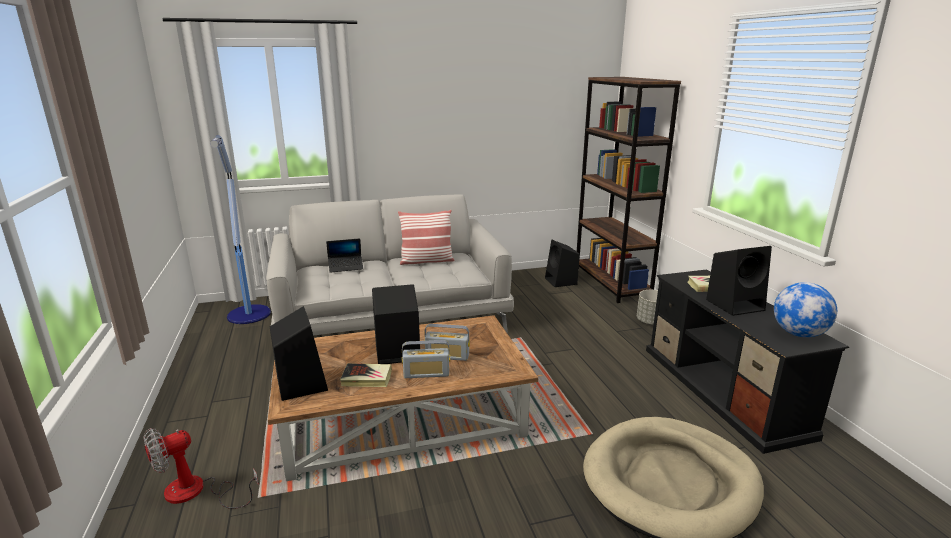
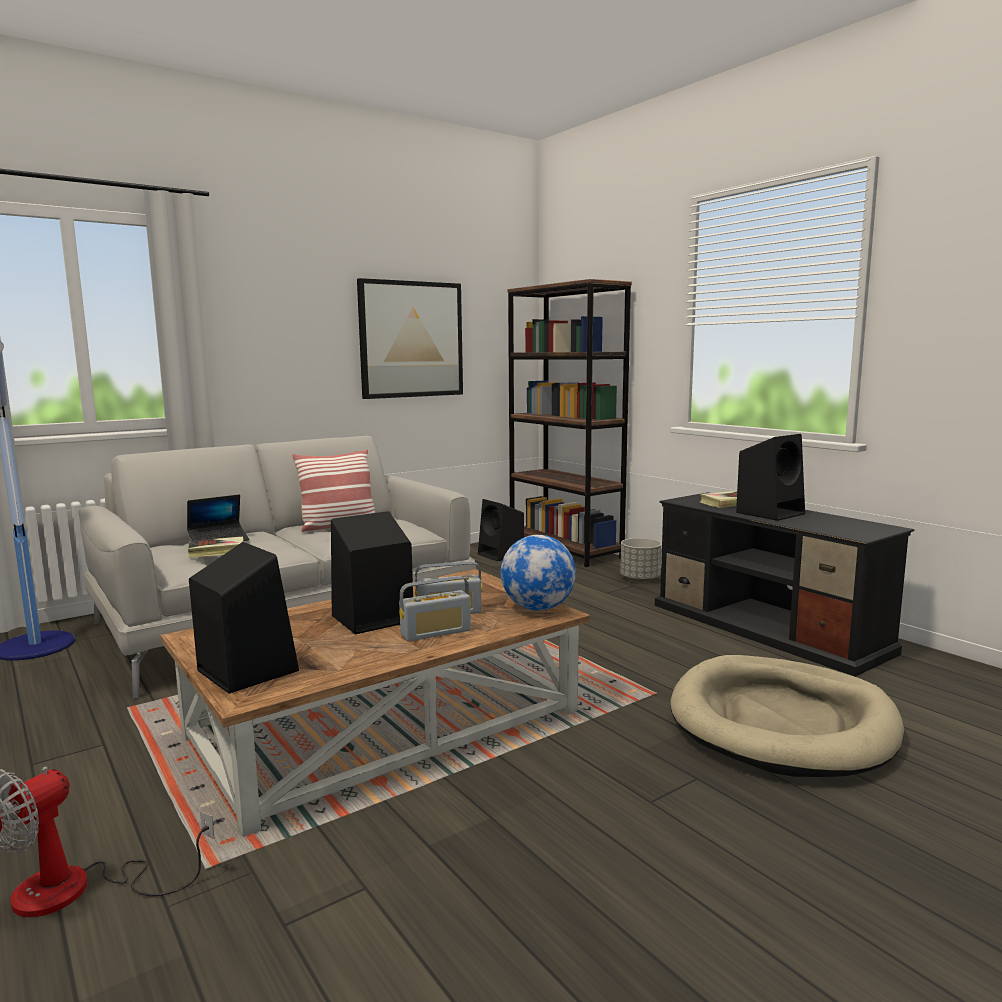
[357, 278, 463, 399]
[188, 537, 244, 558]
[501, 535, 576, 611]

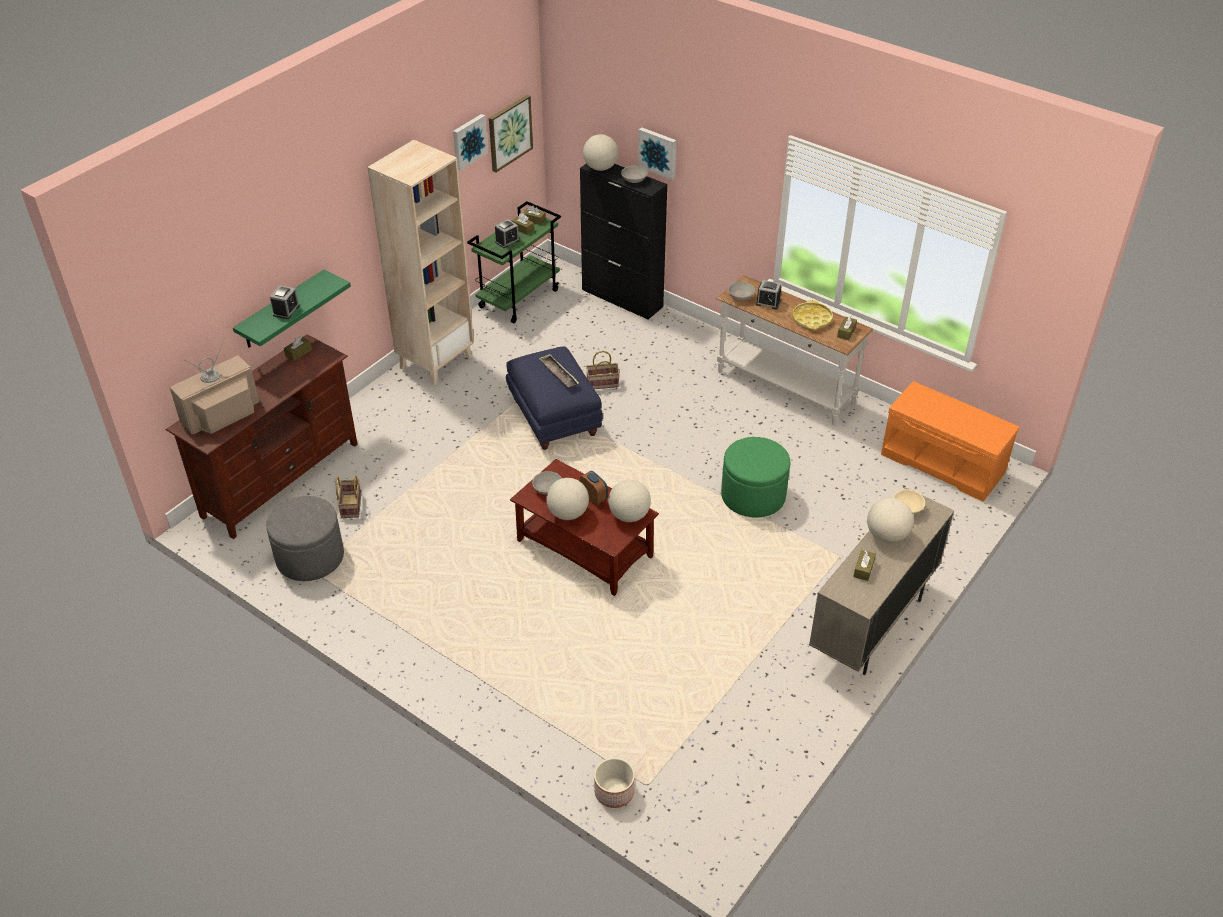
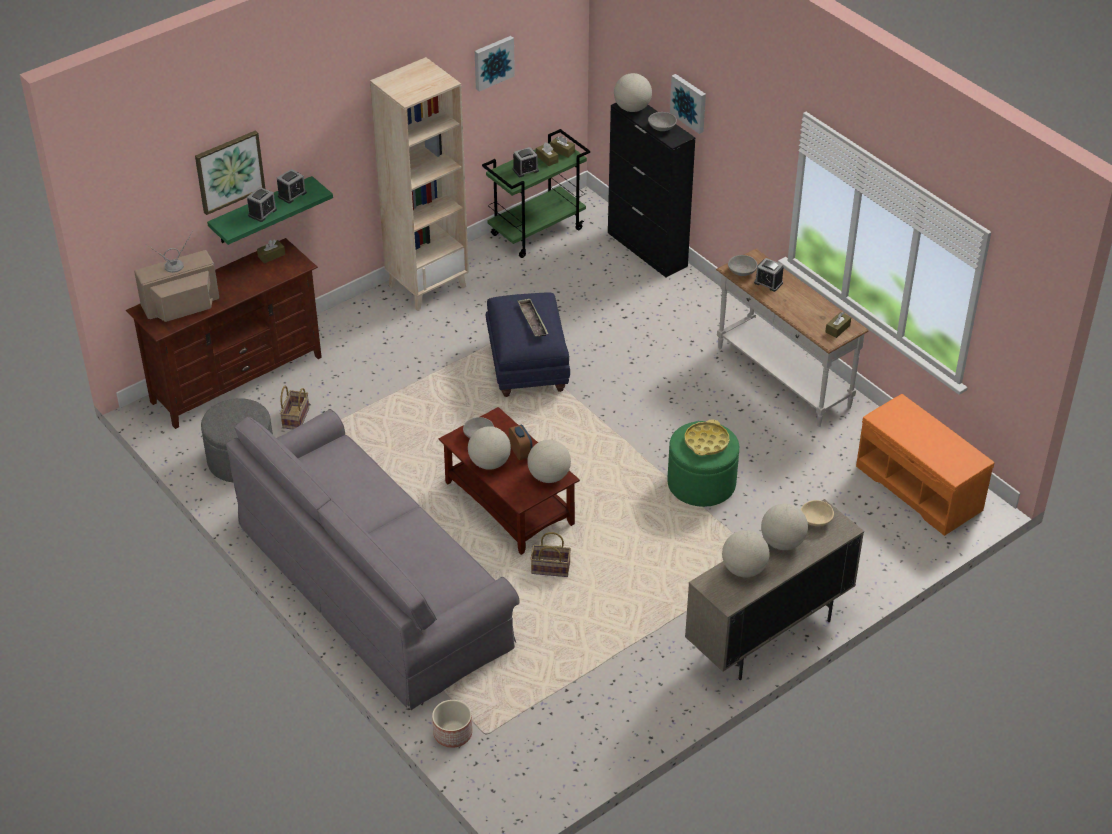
[226, 409, 520, 710]
[277, 169, 307, 203]
[195, 130, 265, 215]
[530, 532, 571, 577]
[685, 419, 729, 456]
[722, 530, 770, 577]

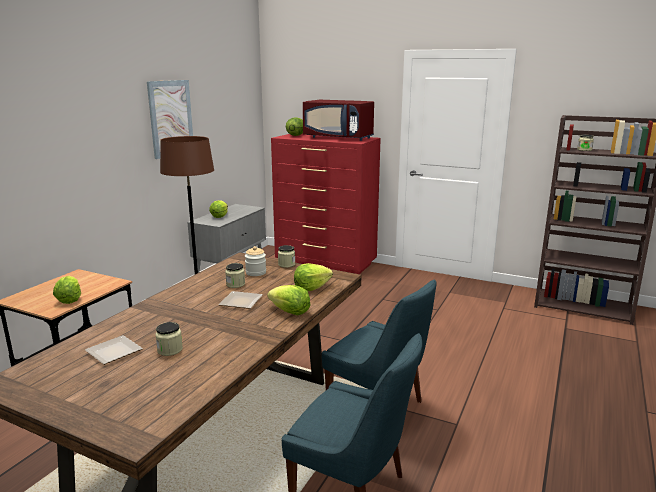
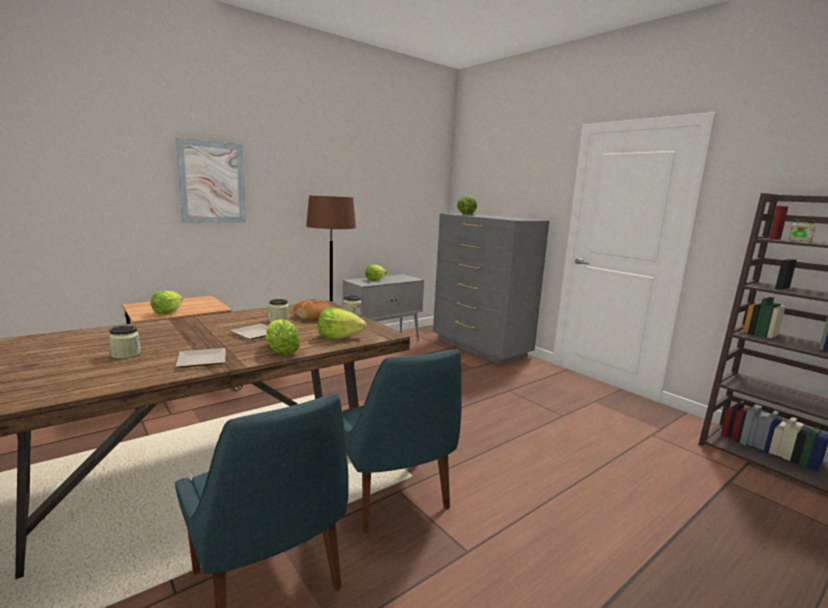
[303, 100, 374, 141] (first image)
[176, 348, 226, 367]
[175, 138, 246, 223]
[293, 299, 331, 320]
[433, 213, 549, 365]

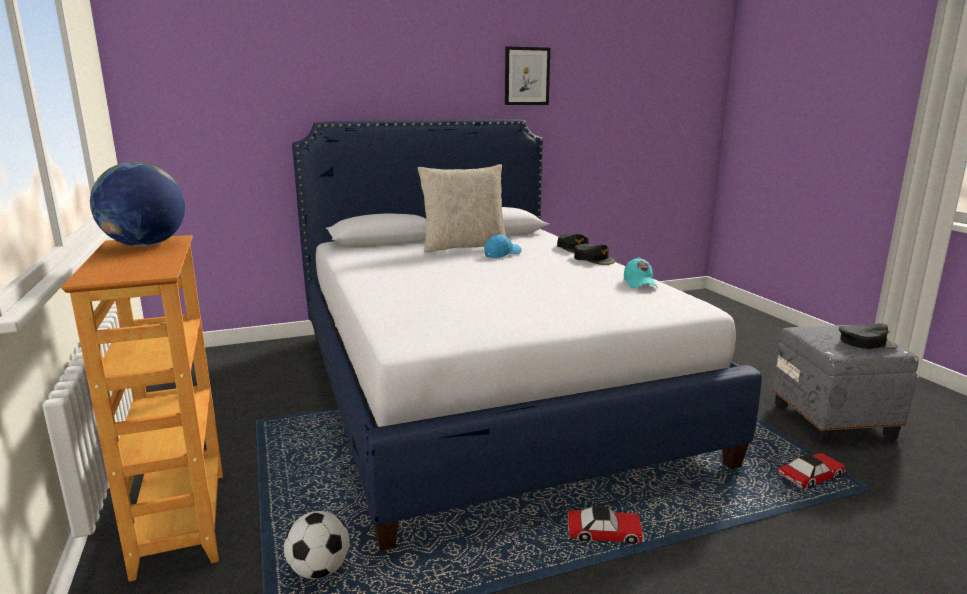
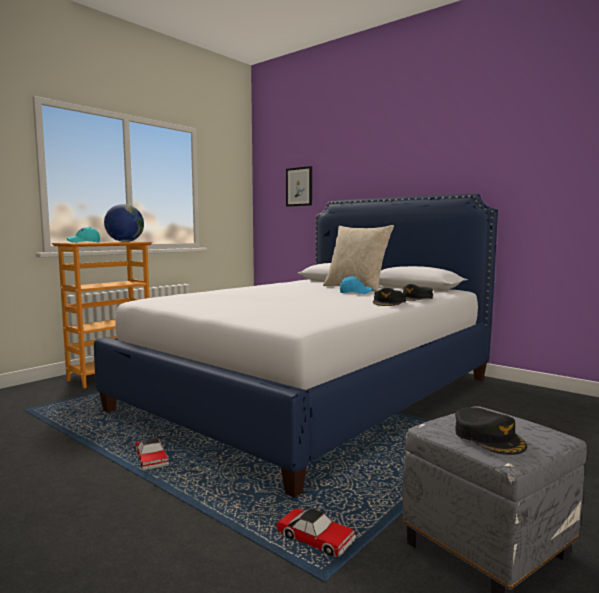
[284, 511, 350, 579] (first image)
[286, 166, 312, 207]
[67, 227, 100, 243]

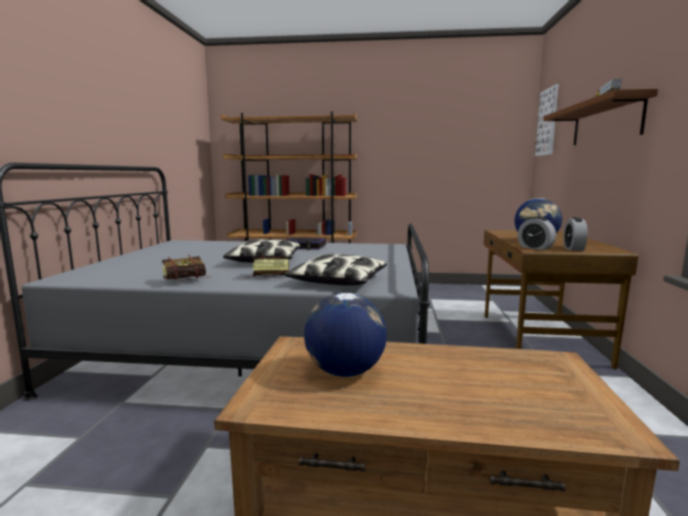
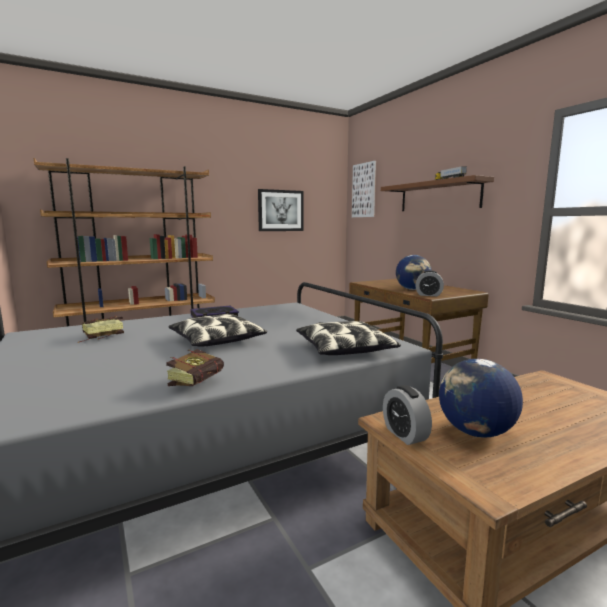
[258, 189, 304, 231]
[77, 316, 124, 343]
[383, 385, 432, 445]

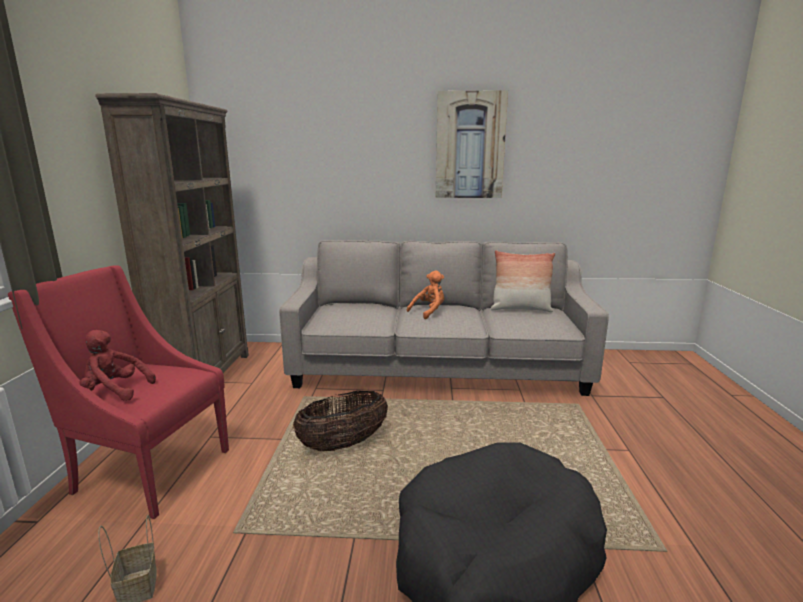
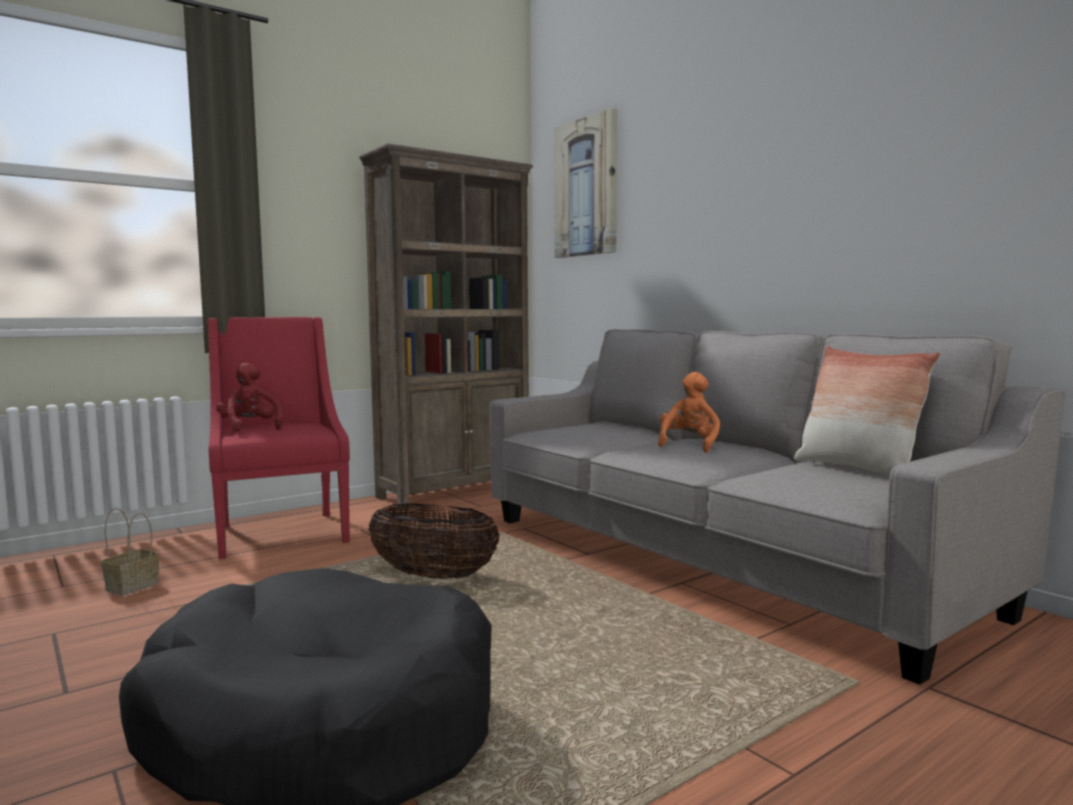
[554, 108, 617, 258]
[658, 372, 720, 453]

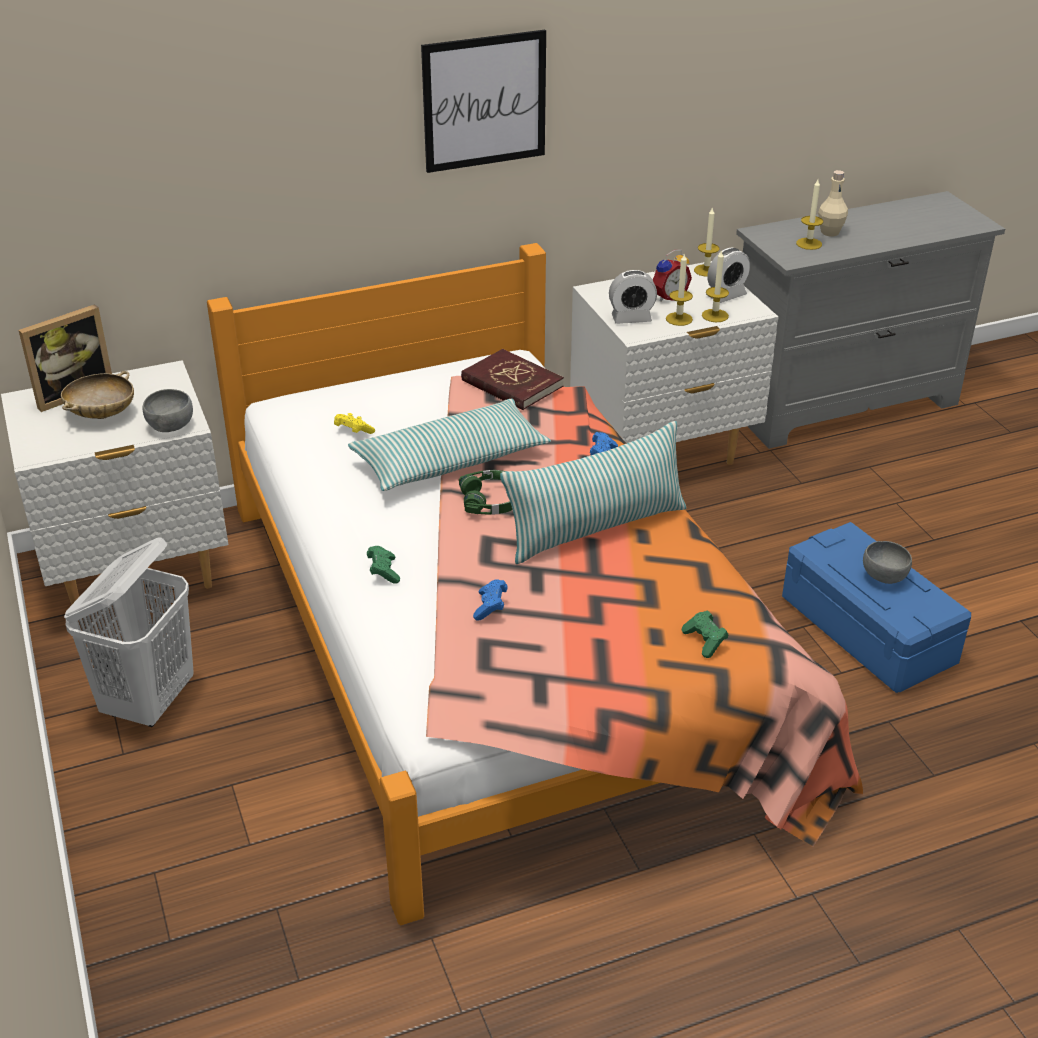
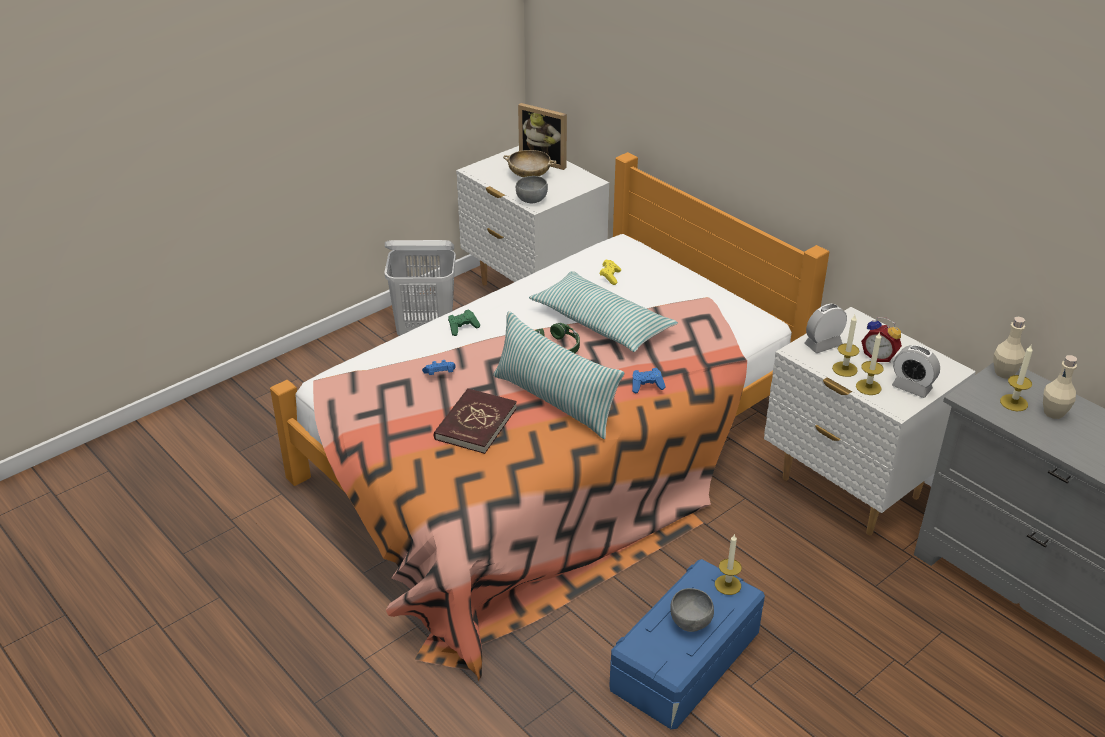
[421, 30, 546, 173] (first image)
[682, 611, 728, 658] (first image)
[993, 317, 1025, 379]
[434, 388, 517, 454]
[715, 534, 742, 595]
[805, 303, 847, 353]

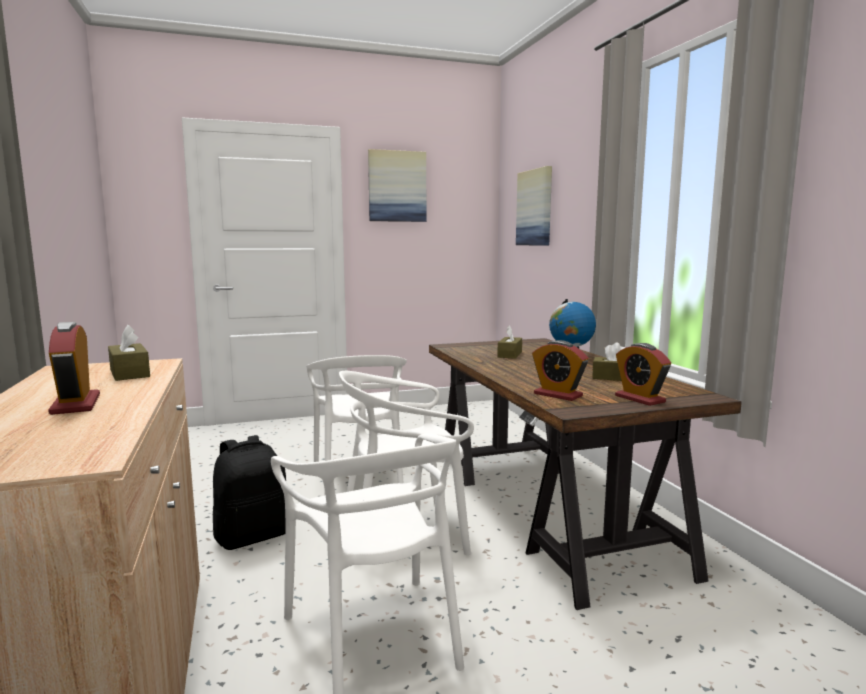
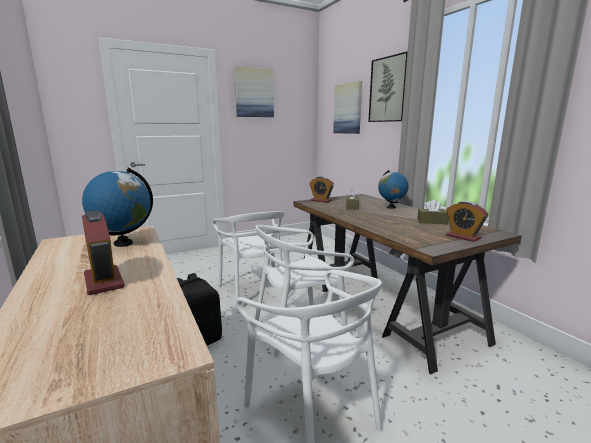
[368, 51, 408, 122]
[309, 176, 334, 203]
[82, 168, 153, 247]

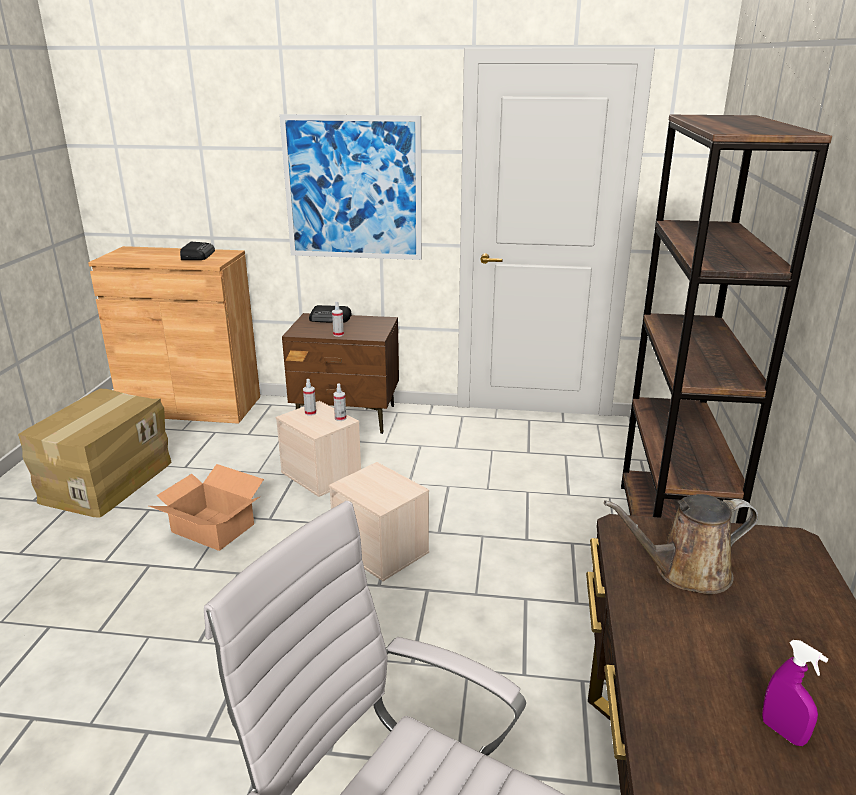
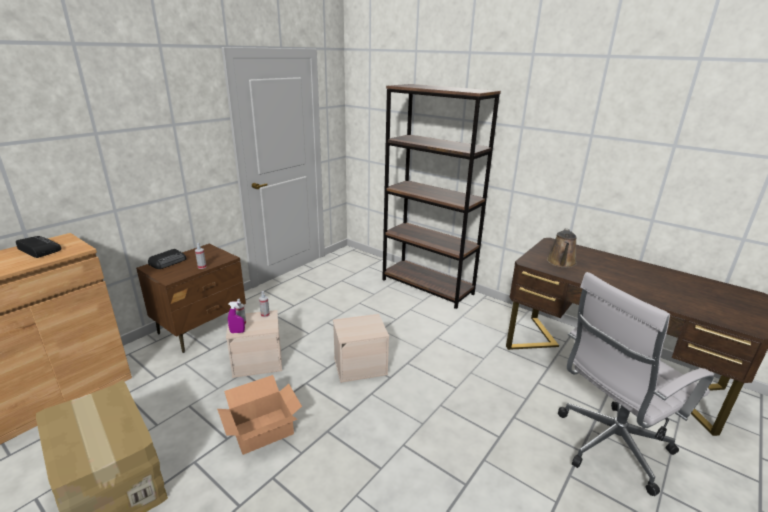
[279, 114, 422, 260] (first image)
[228, 301, 245, 333]

